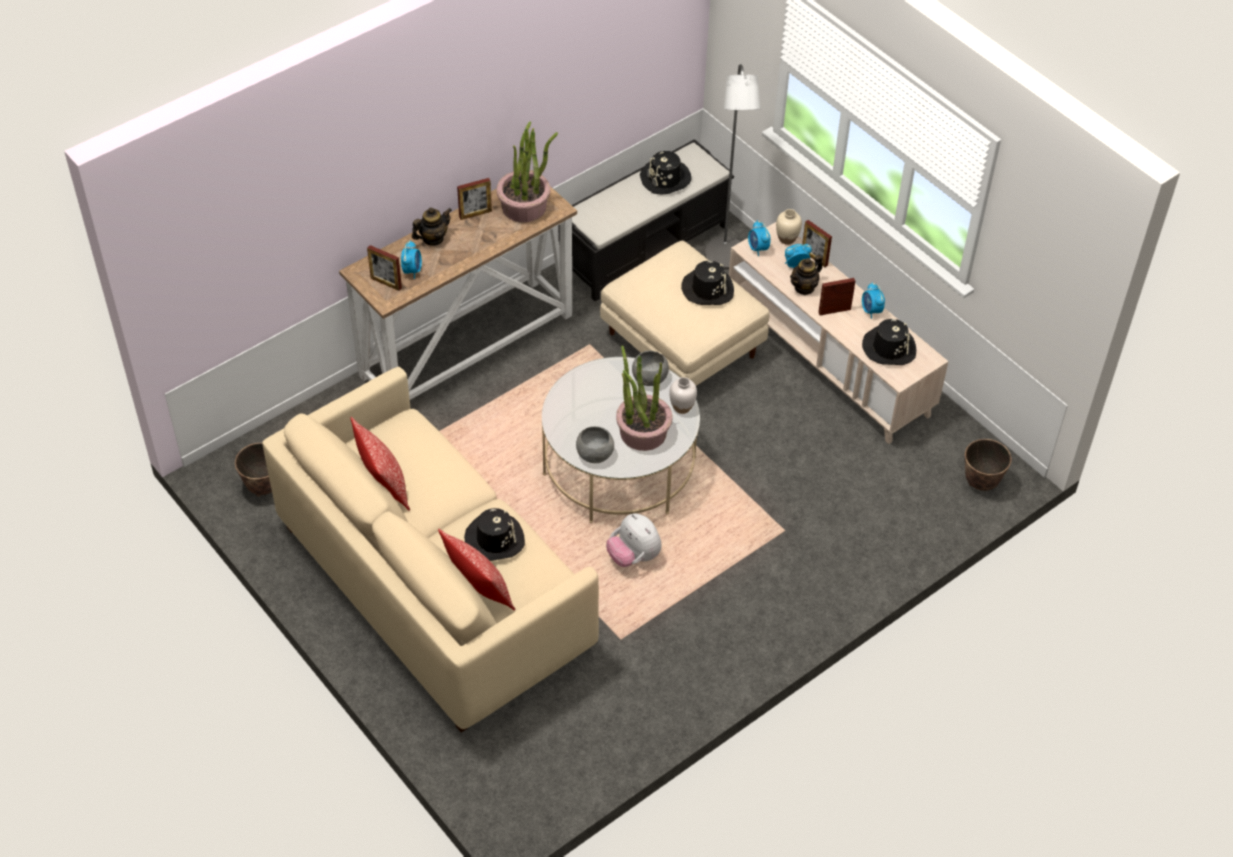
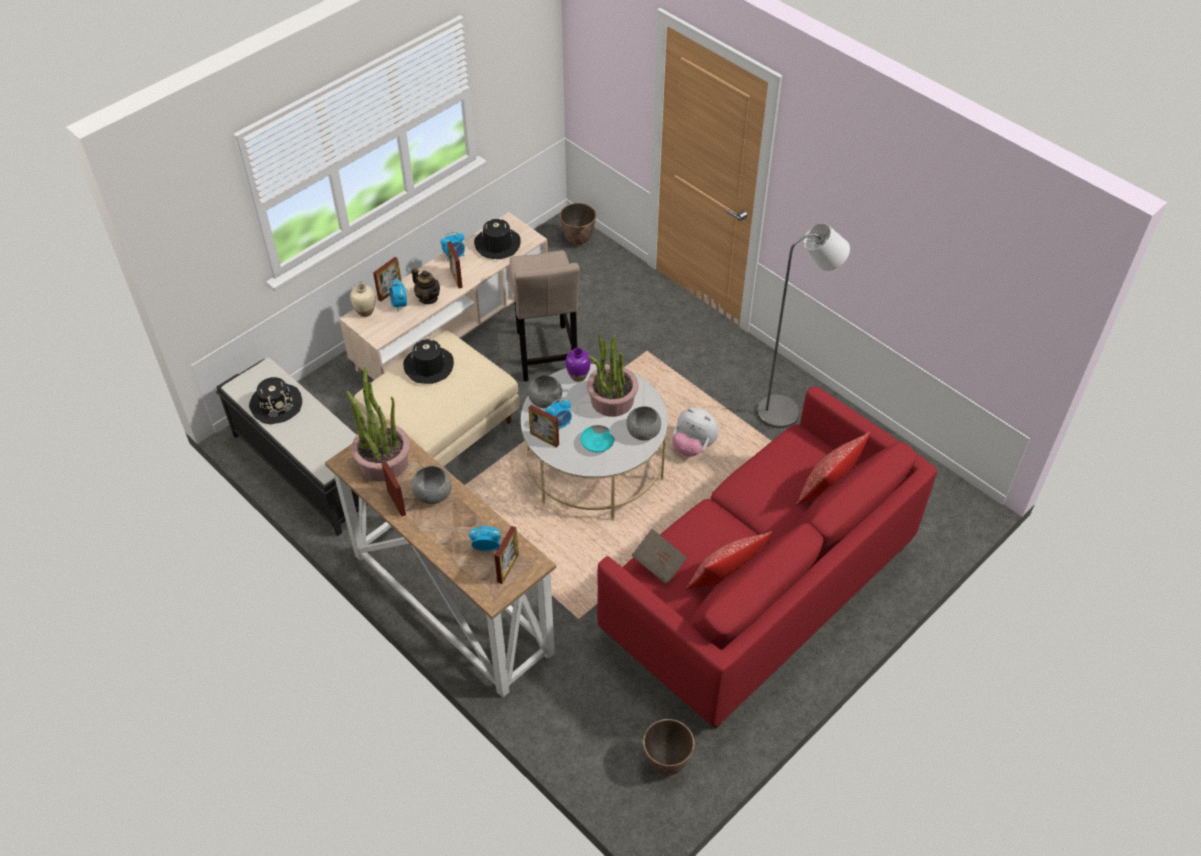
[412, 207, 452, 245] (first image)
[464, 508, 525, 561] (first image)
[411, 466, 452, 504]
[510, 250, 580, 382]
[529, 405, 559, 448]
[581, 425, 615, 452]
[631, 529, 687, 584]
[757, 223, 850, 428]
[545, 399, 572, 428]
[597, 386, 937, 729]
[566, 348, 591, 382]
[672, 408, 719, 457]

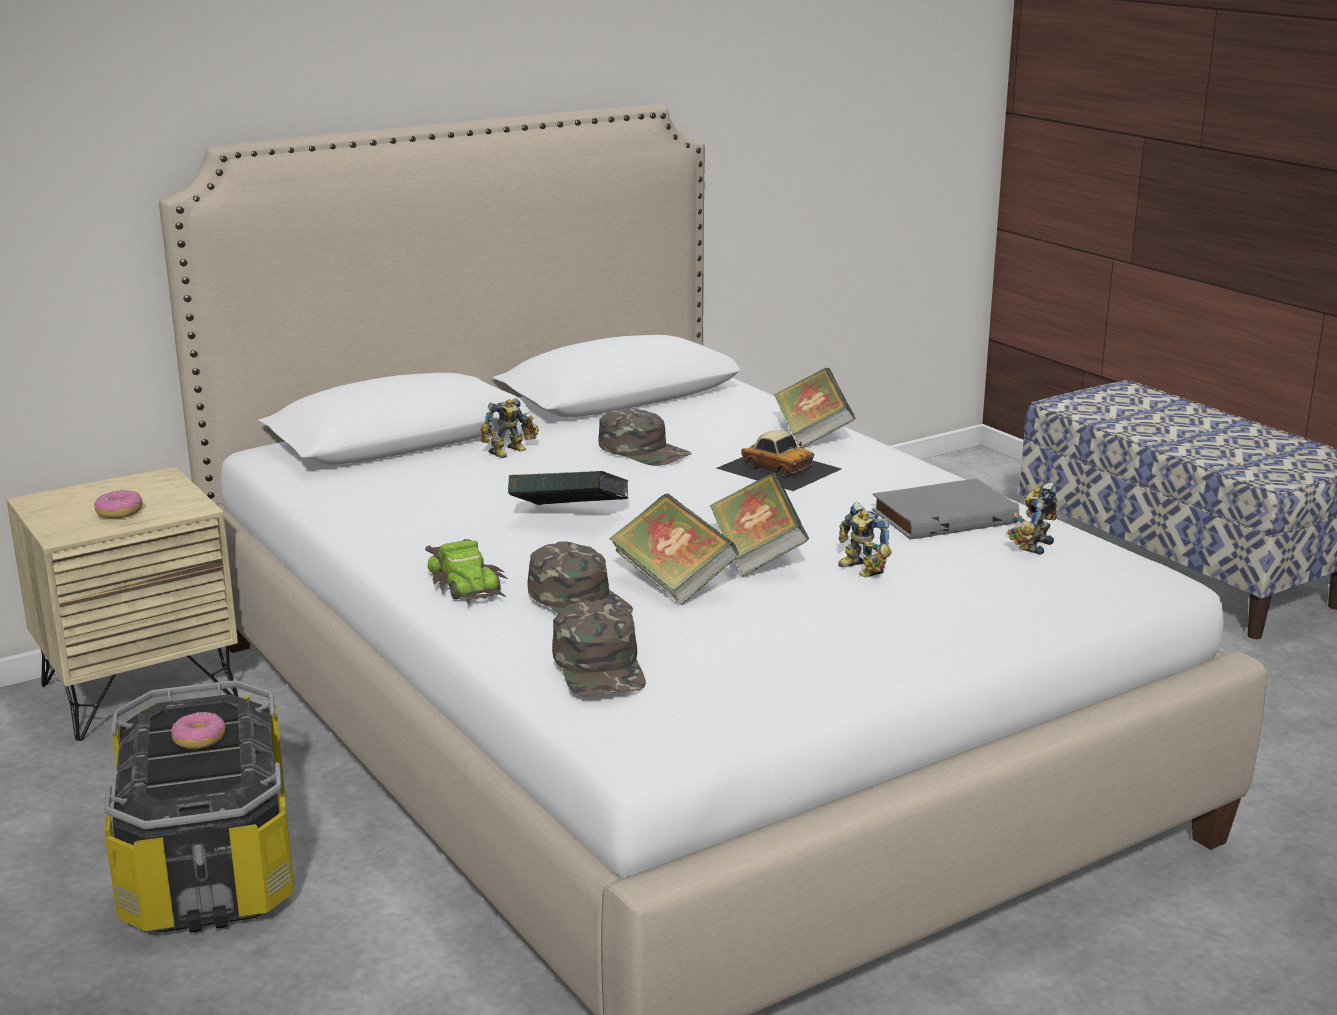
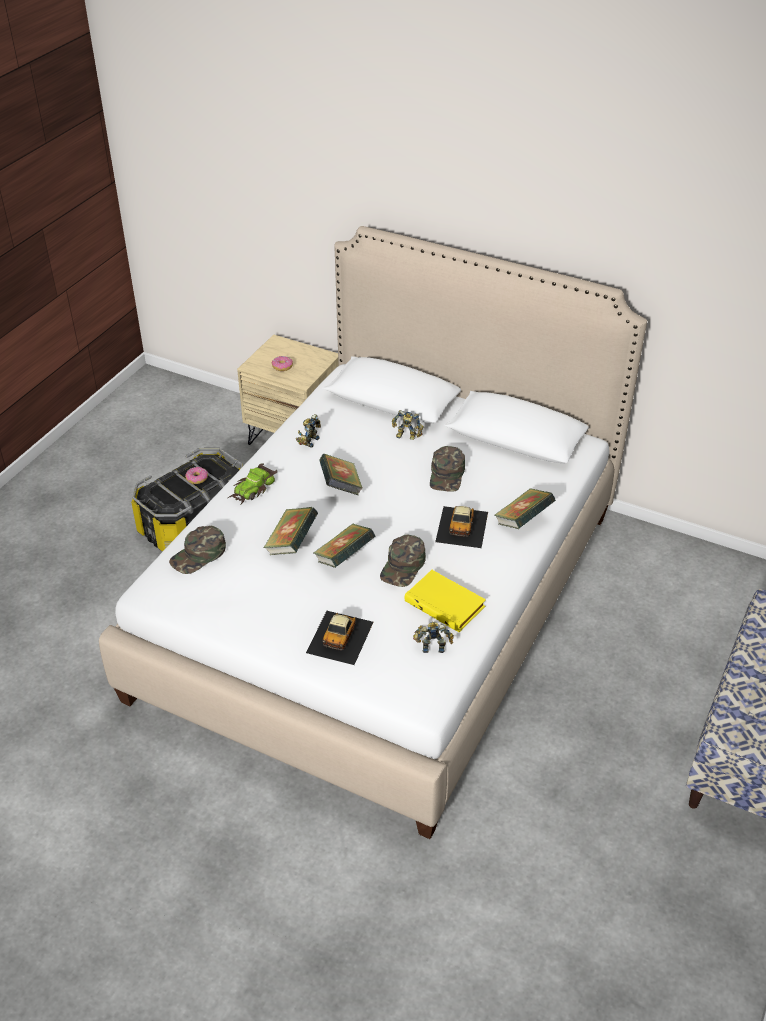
[306, 611, 373, 665]
[380, 535, 426, 587]
[296, 414, 321, 448]
[405, 570, 486, 632]

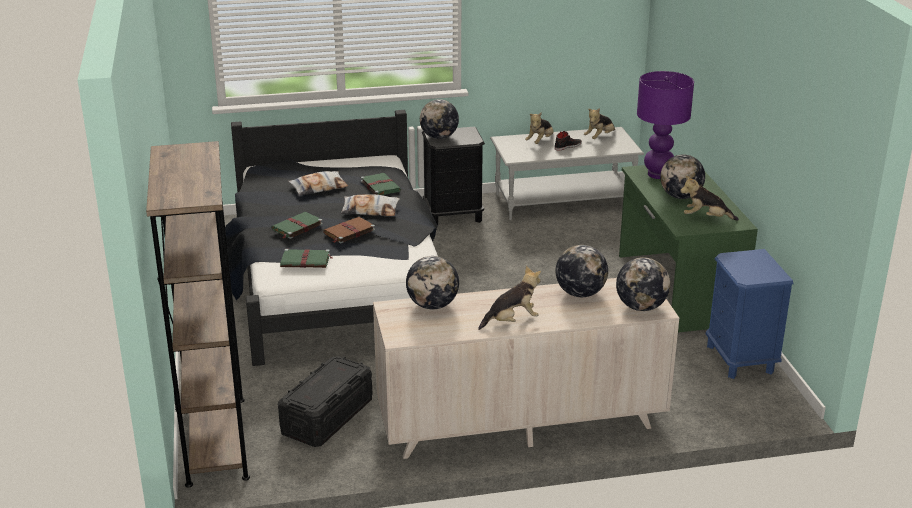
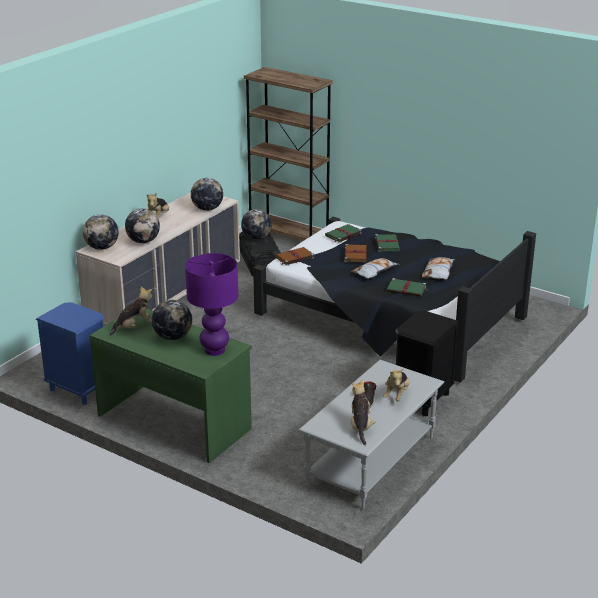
[275, 247, 314, 266]
[241, 209, 272, 240]
[383, 369, 410, 401]

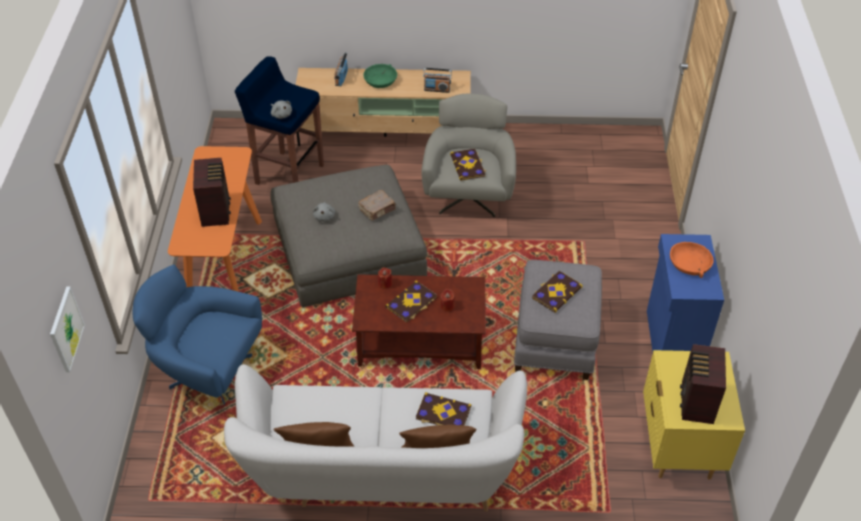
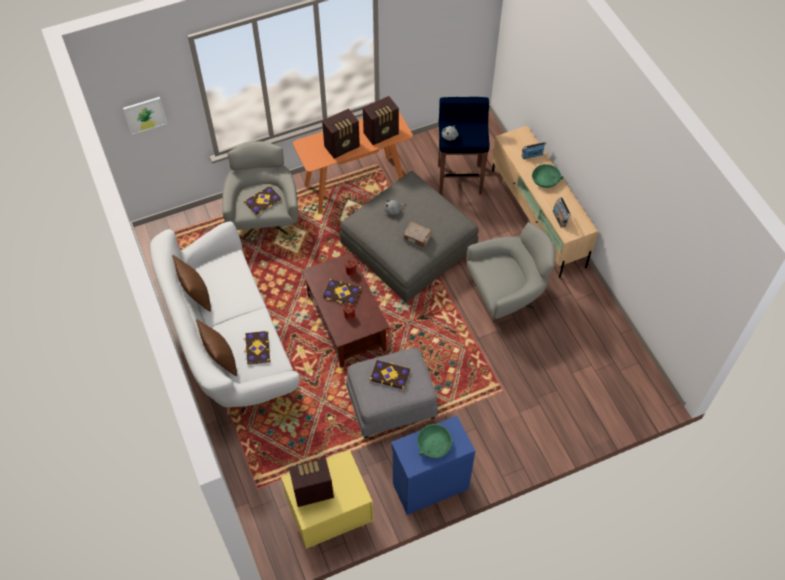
[363, 96, 399, 145]
[244, 186, 282, 215]
[222, 141, 298, 239]
[417, 424, 452, 458]

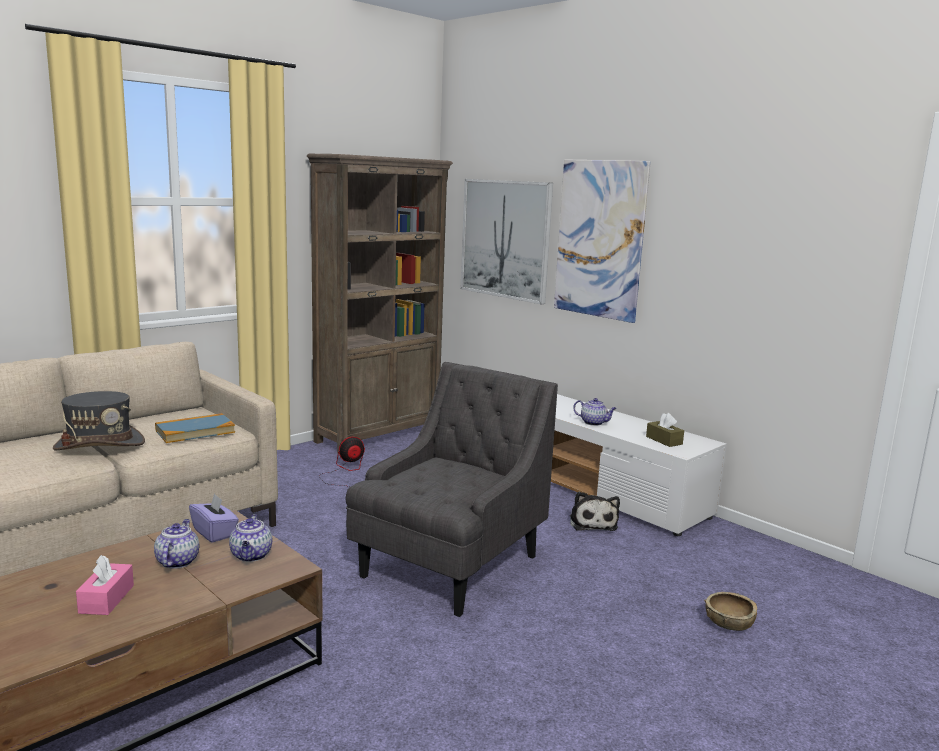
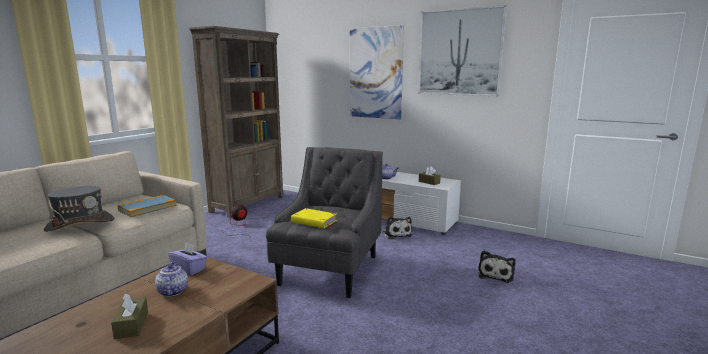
[229, 514, 273, 562] (first image)
[291, 208, 337, 228]
[418, 5, 507, 96]
[478, 251, 516, 283]
[111, 293, 148, 339]

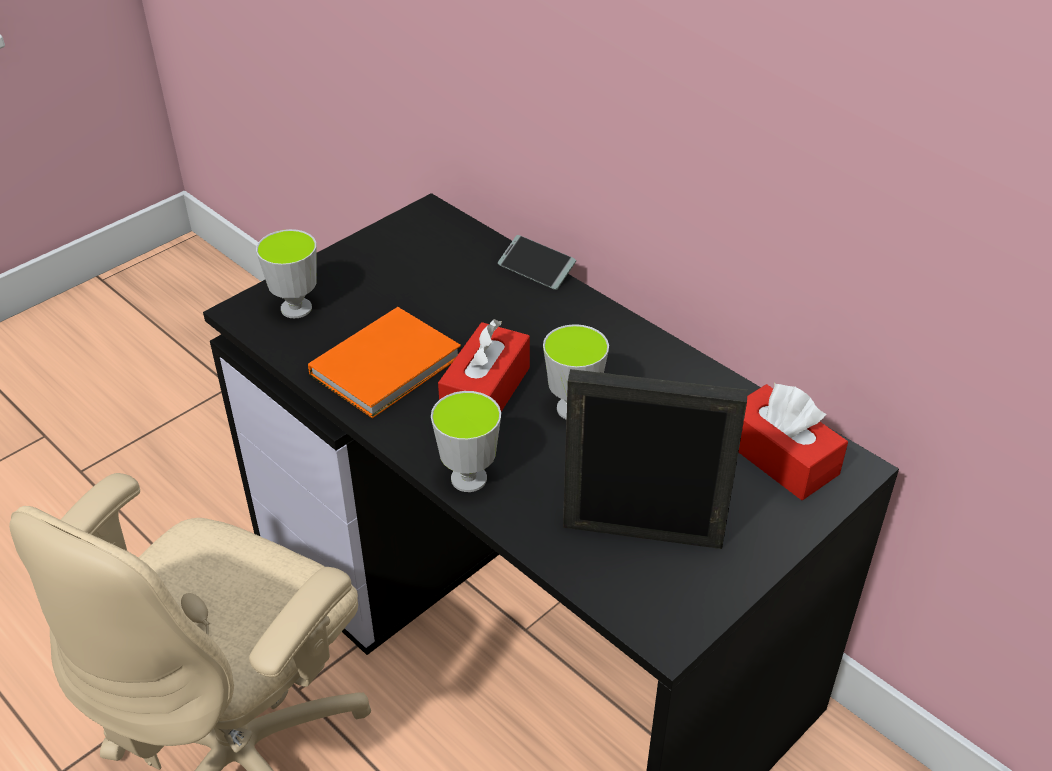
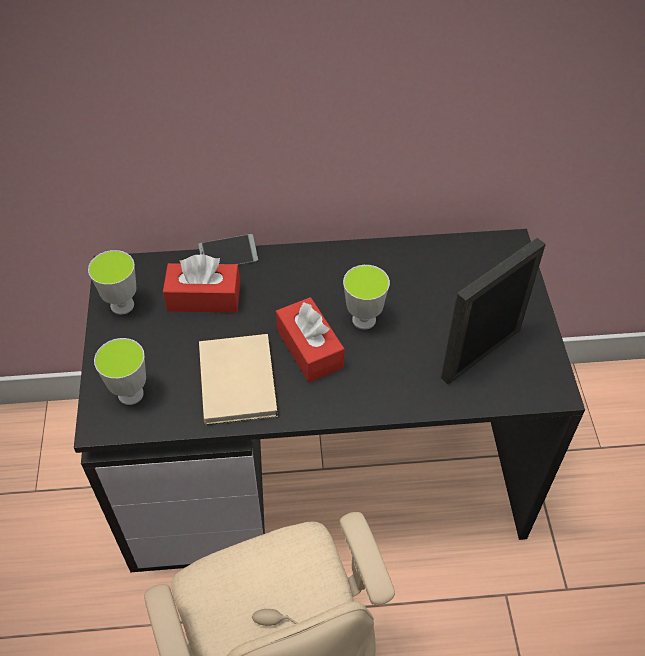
[88, 250, 136, 315]
[163, 254, 240, 312]
[199, 334, 278, 425]

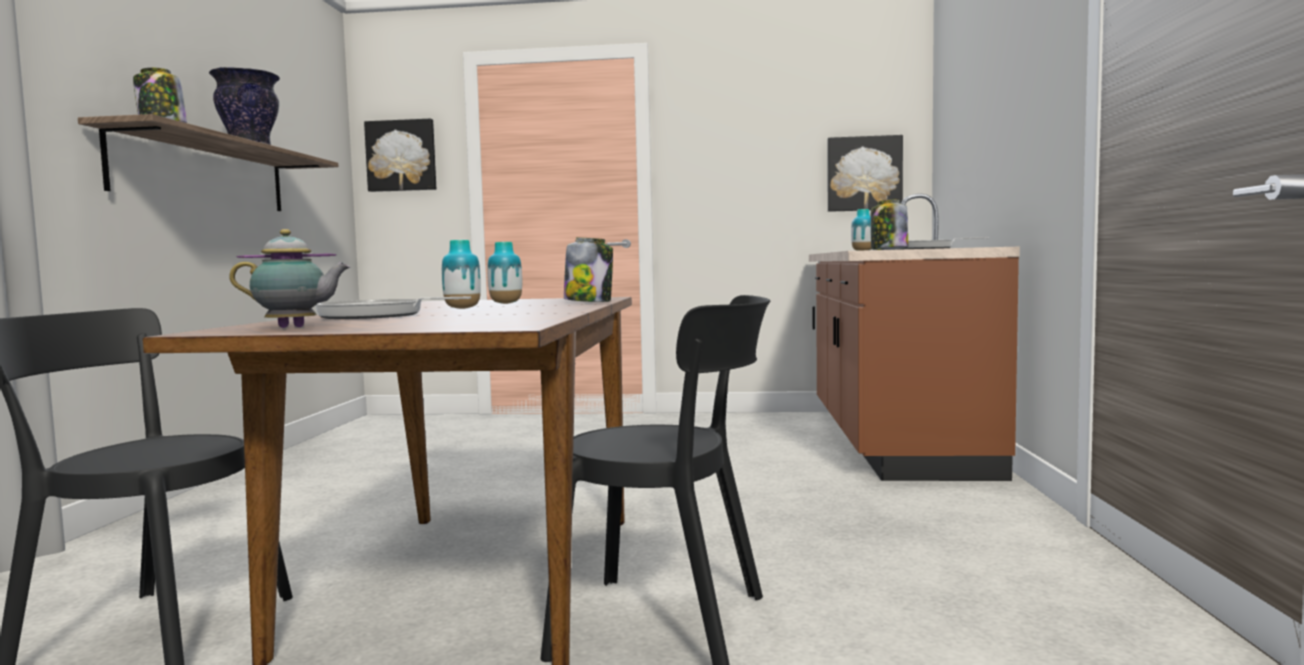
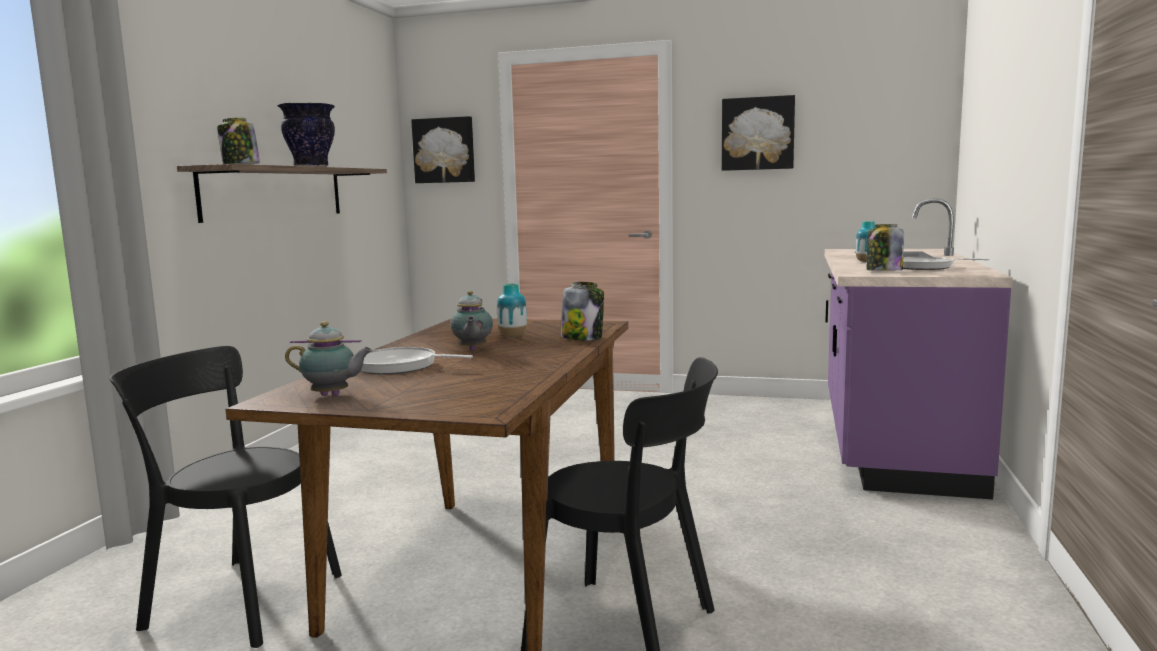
[722, 95, 795, 171]
[450, 291, 493, 351]
[825, 198, 1013, 500]

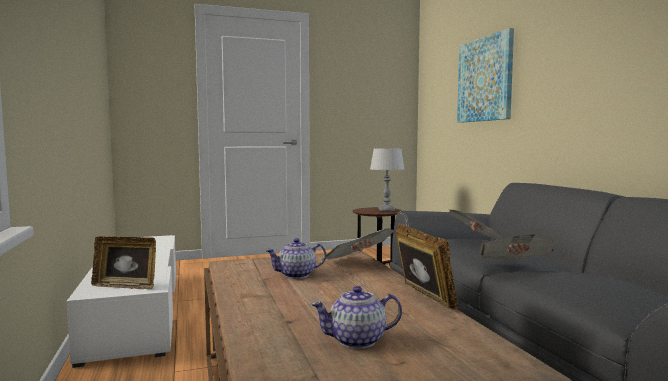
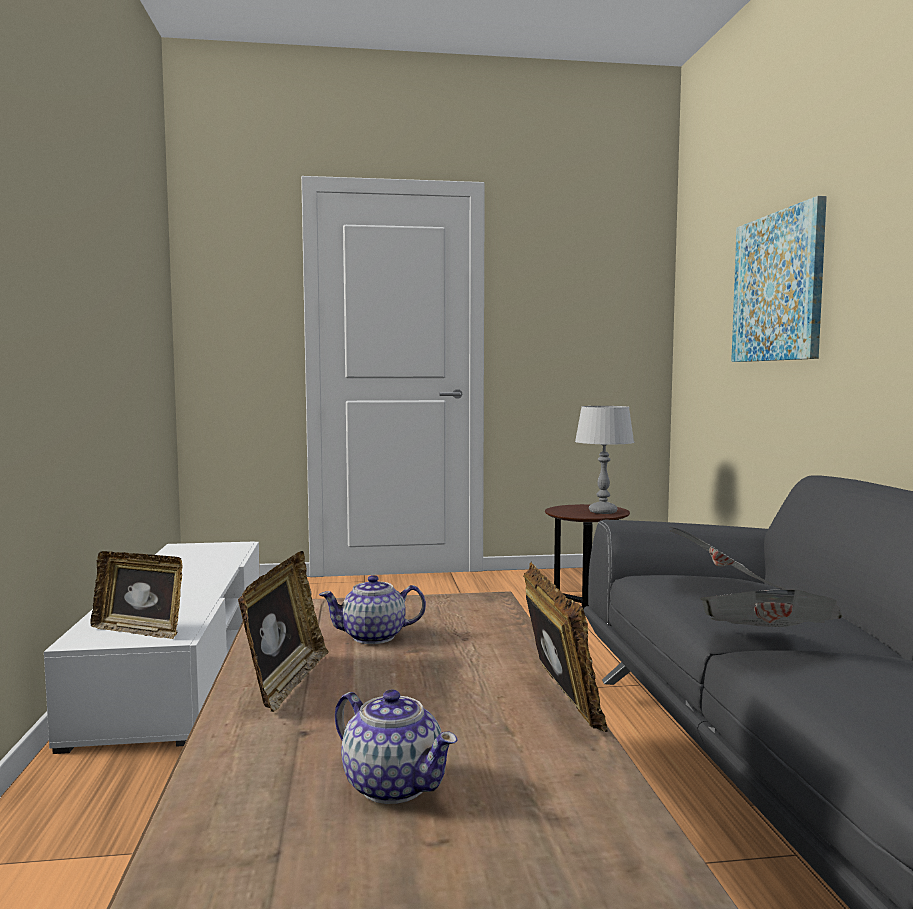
[321, 228, 395, 260] (first image)
[238, 551, 329, 712]
[335, 690, 457, 804]

